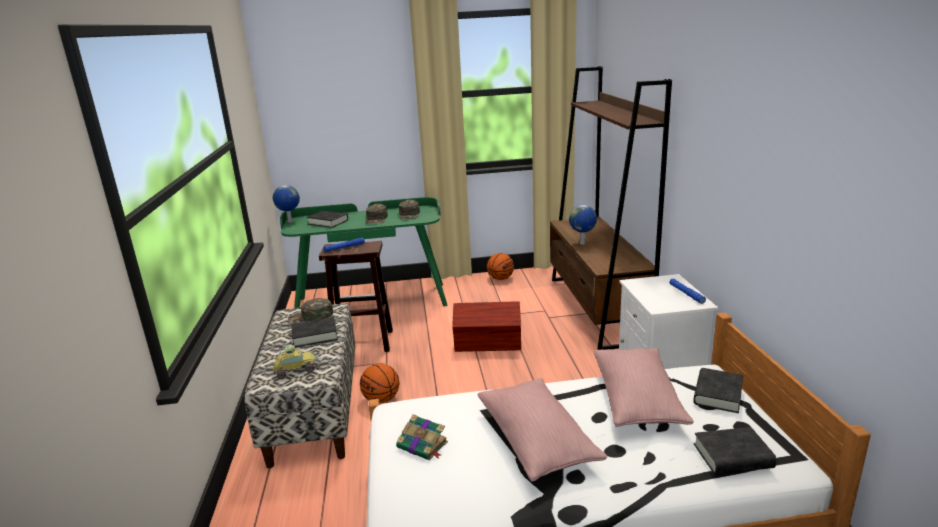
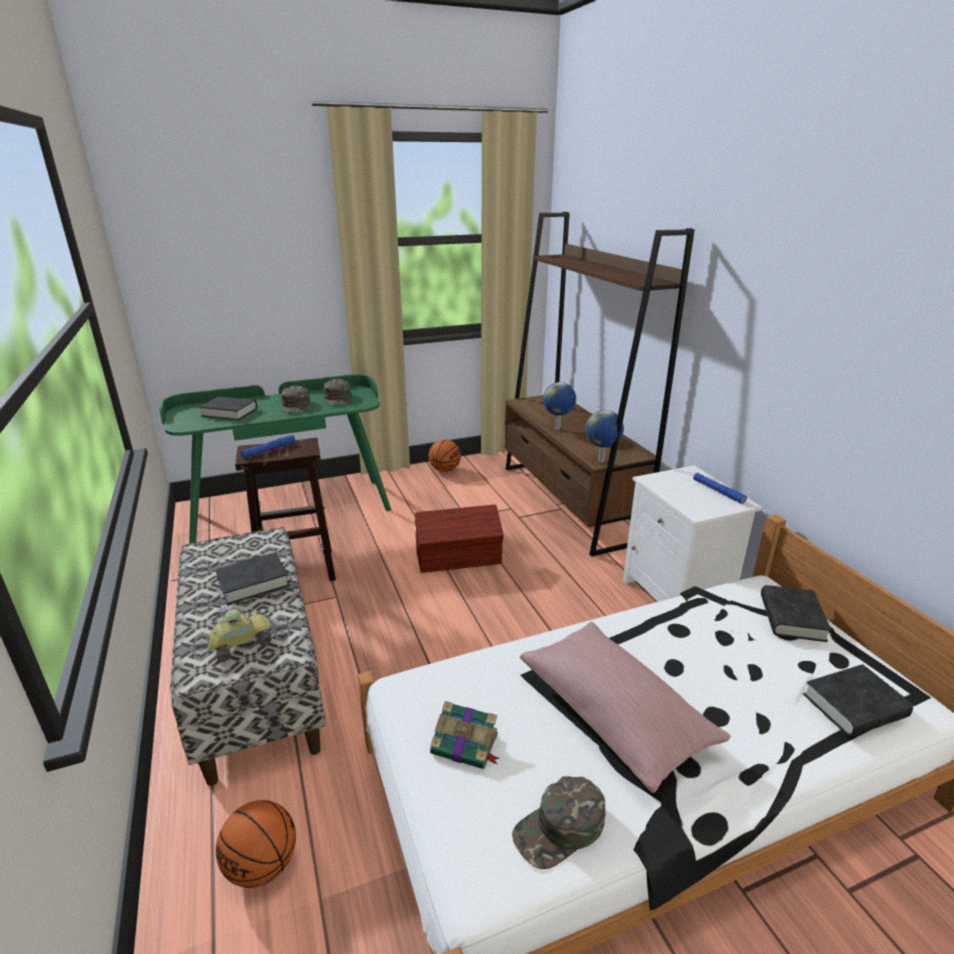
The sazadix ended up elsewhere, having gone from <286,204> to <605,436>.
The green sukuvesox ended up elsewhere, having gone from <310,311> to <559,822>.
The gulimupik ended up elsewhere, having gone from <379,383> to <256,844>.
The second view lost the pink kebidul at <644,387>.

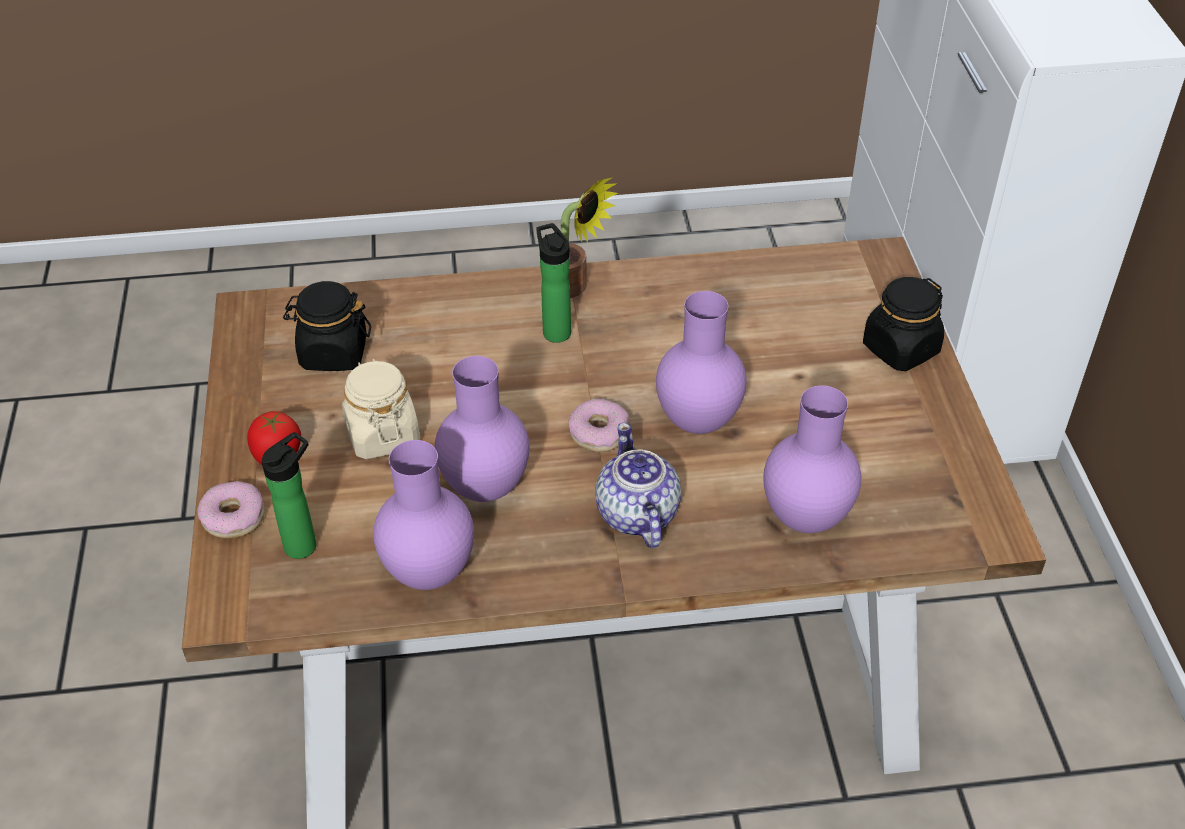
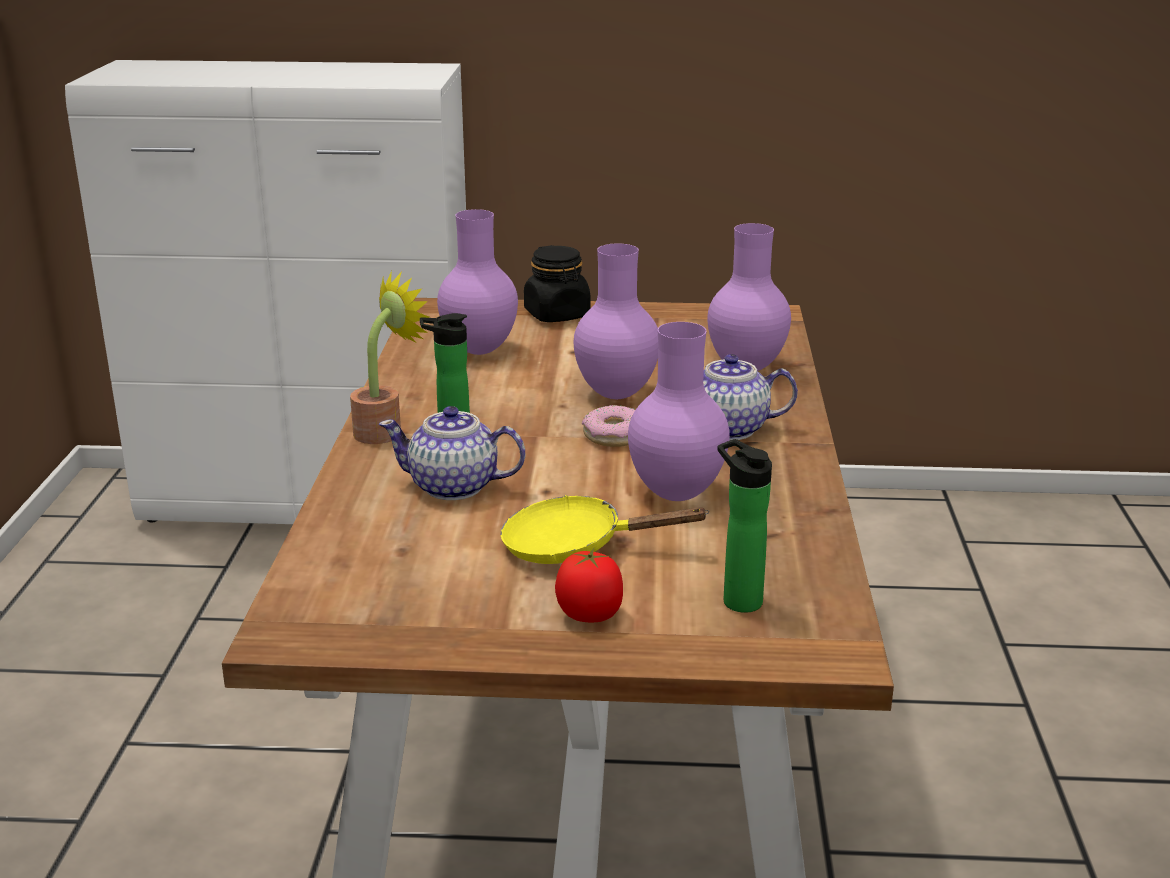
The second view lost the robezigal at <231,509>.
The second view lost the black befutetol at <327,326>.
Where the beige befutetol stood at <381,409>, the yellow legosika came to stand at <604,529>.
The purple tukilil ended up elsewhere, having gone from <423,515> to <477,282>.
The second view gained the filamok at <452,453>.

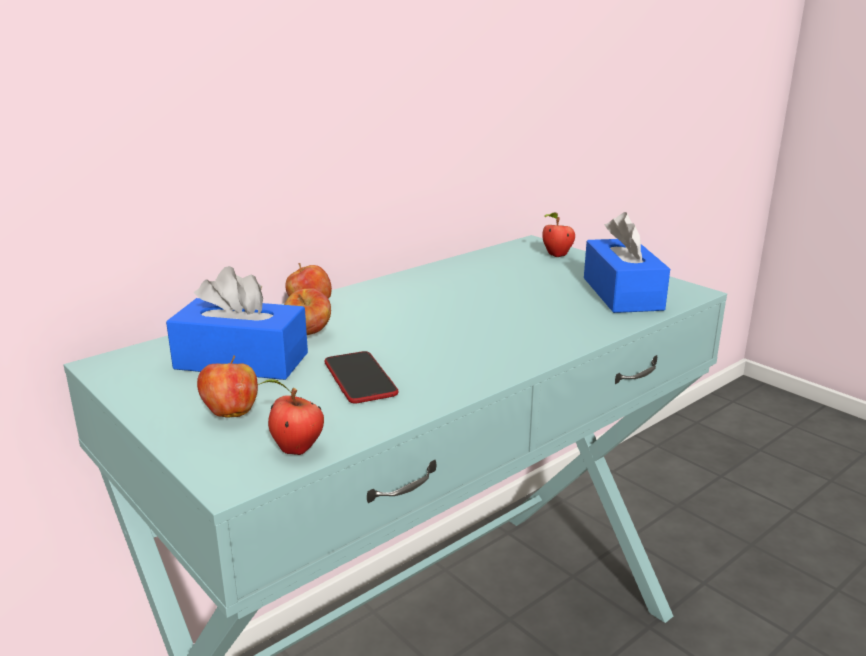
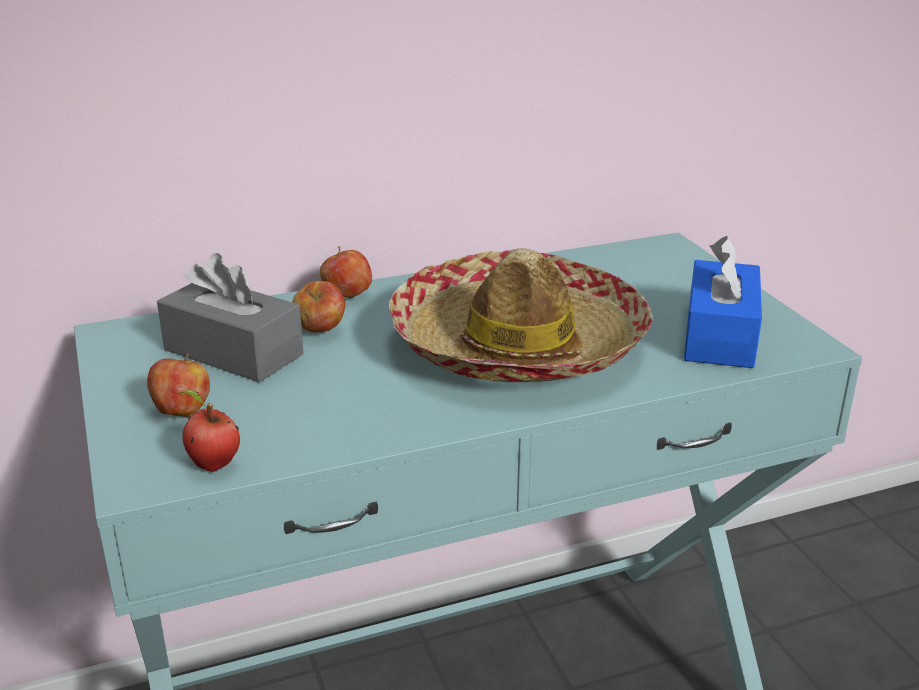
What was the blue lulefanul at <237,323> turned into the grey lulefanul at <230,318>.
The second view lost the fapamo at <361,377>.
The second view lost the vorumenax at <558,234>.
The second view gained the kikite at <521,315>.

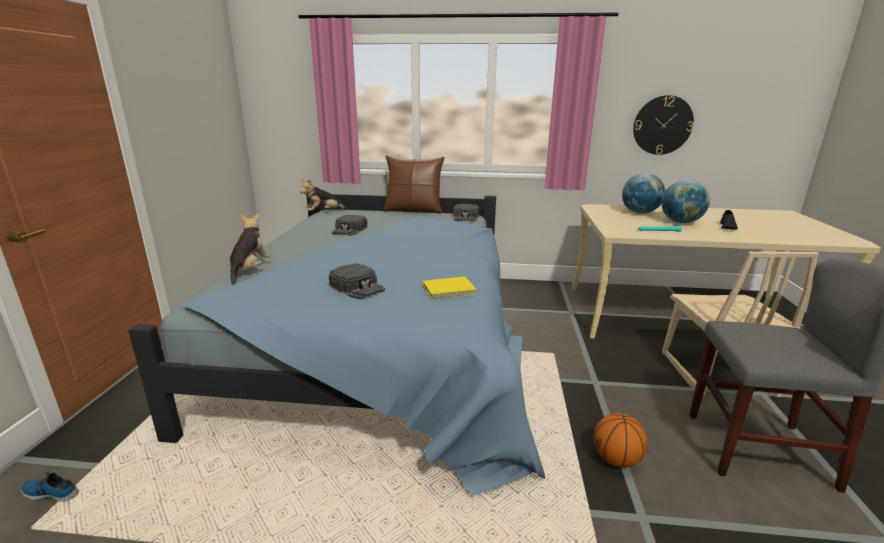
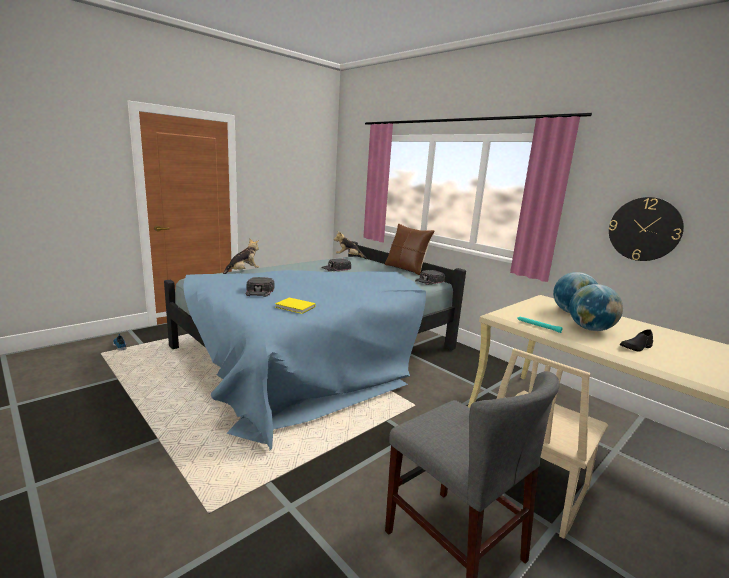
The second view lost the gulimupik at <621,440>.

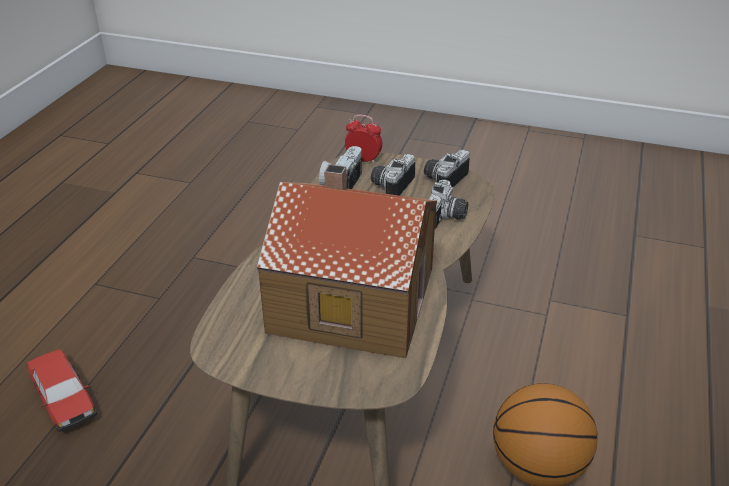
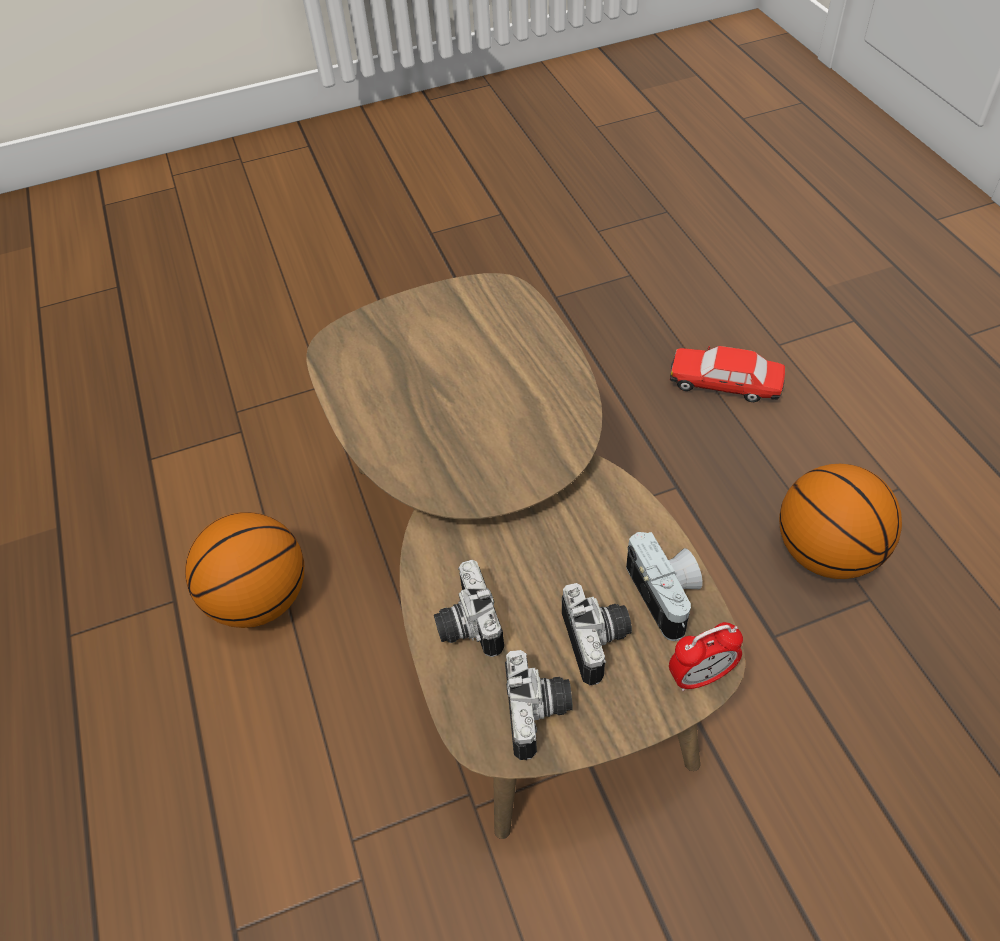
The second view lost the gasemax at <346,261>.
The second view gained the gulimupik at <840,521>.

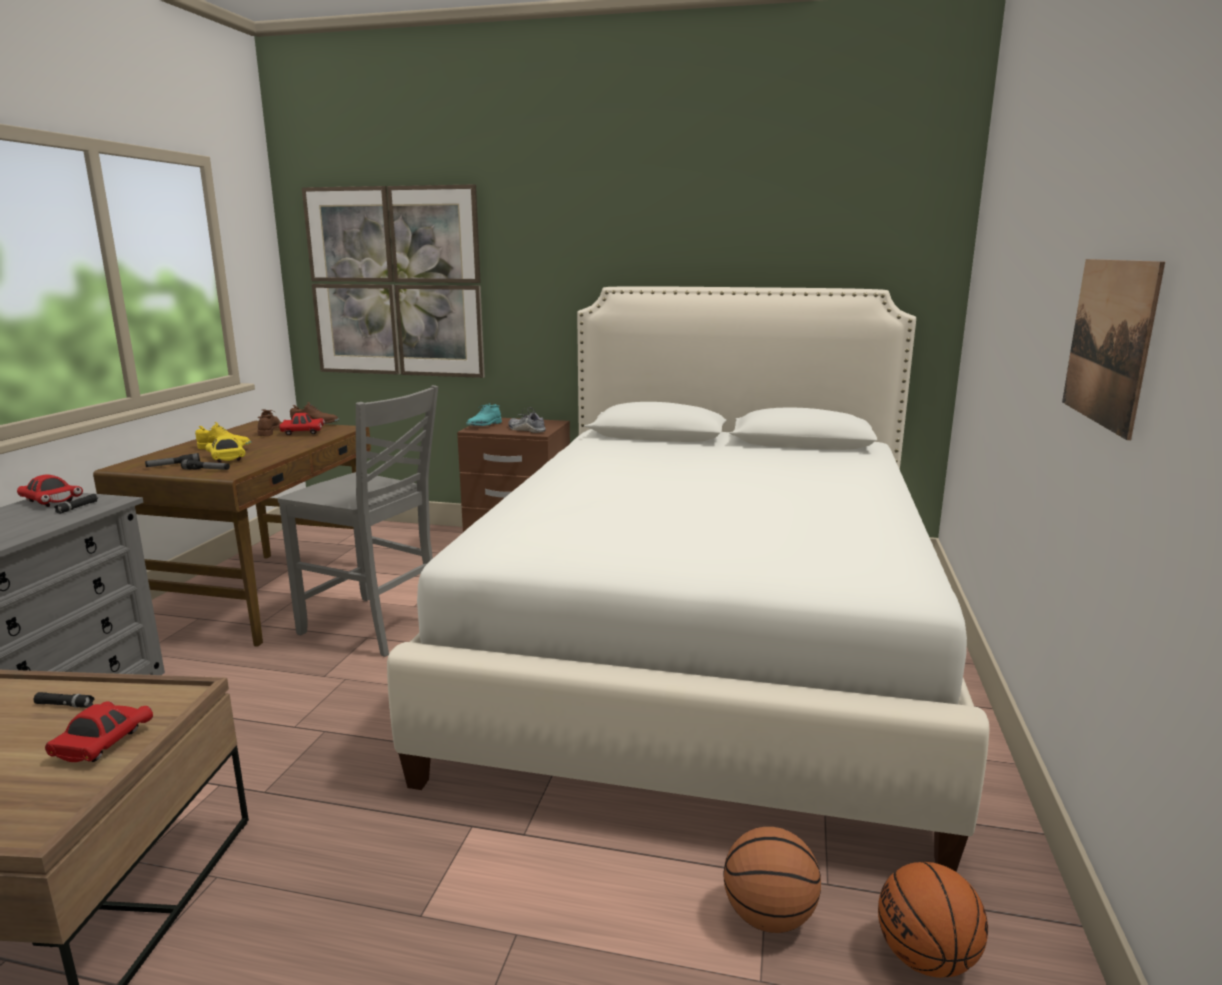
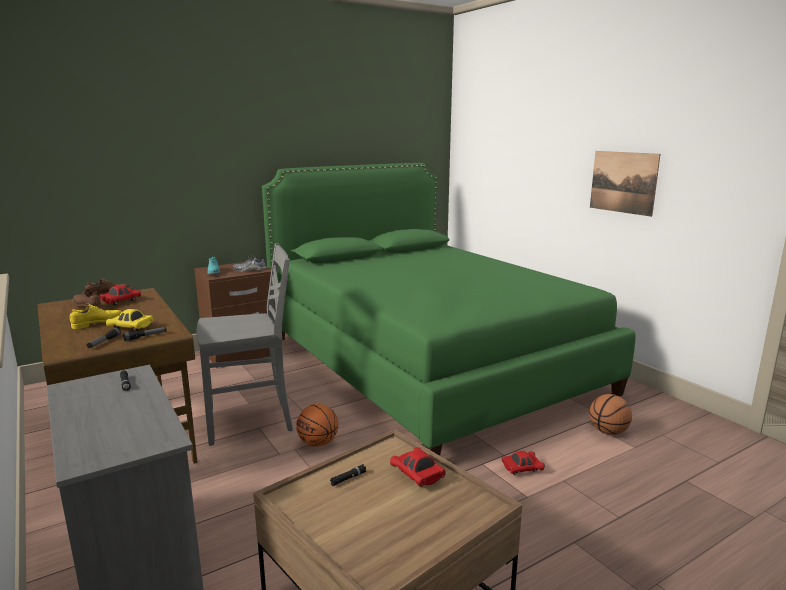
The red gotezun ended up elsewhere, having gone from <50,490> to <523,463>.
The second view lost the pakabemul at <393,281>.
What was the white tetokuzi at <688,579> turned into the green tetokuzi at <448,309>.
The gulimupik ended up elsewhere, having gone from <933,920> to <317,425>.

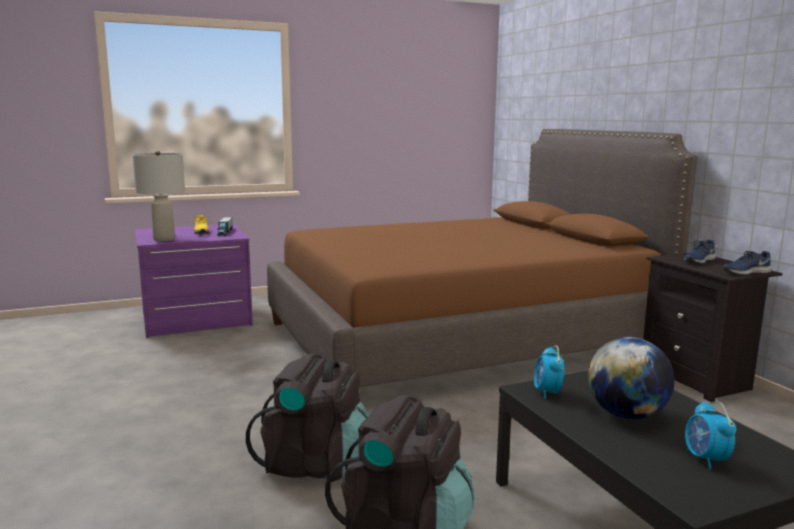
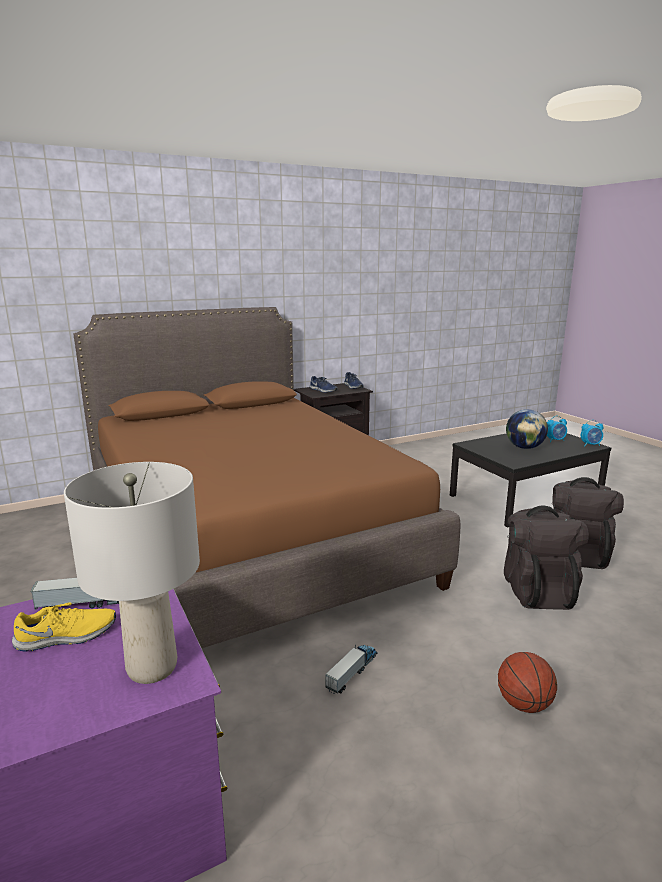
The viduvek ended up elsewhere, having gone from <549,372> to <592,433>.
The second view gained the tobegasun at <351,669>.
The second view gained the gulimupik at <527,682>.

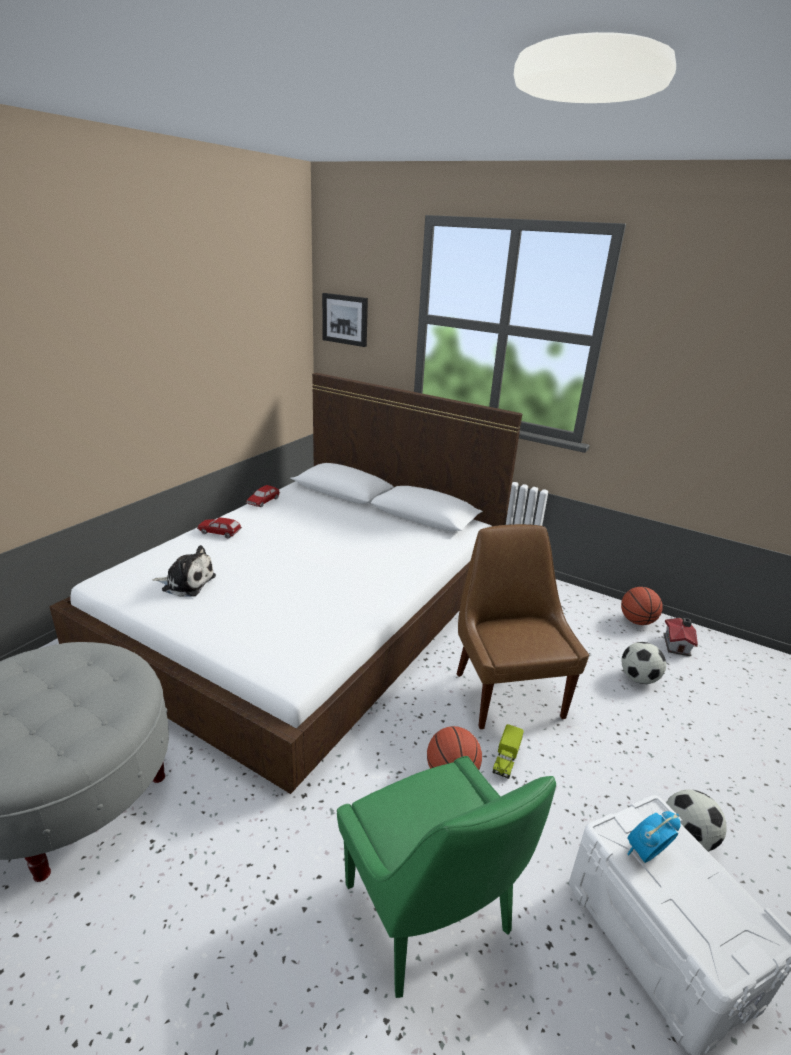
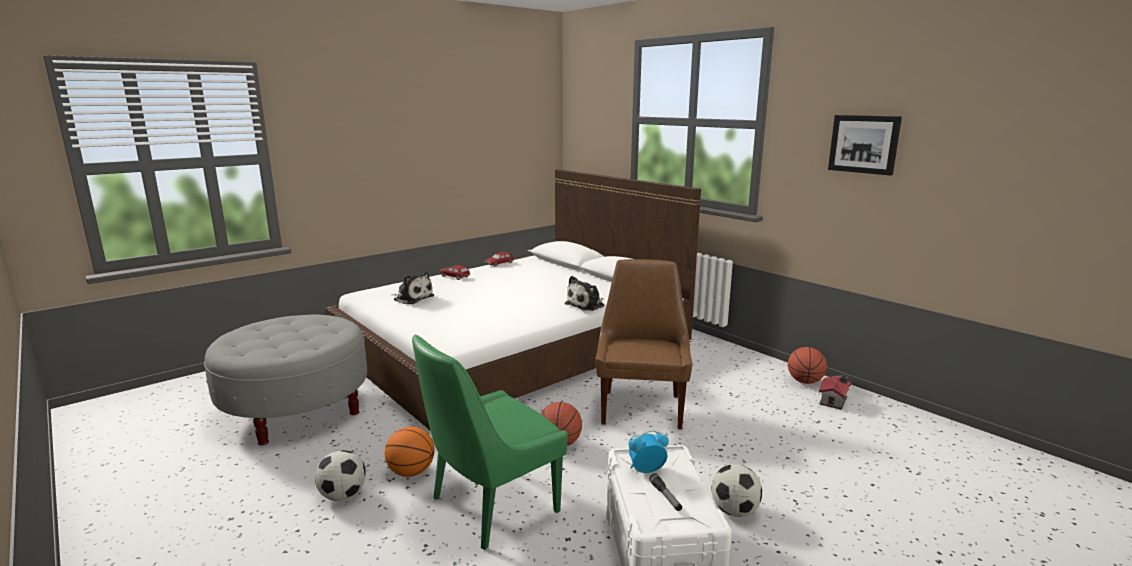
The pakabemul ended up elsewhere, having gone from <345,320> to <865,145>.
The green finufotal at <446,877> ended up facing another way, 60 degrees clockwise from before.
The second view lost the tobegasun at <508,751>.
The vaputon ended up elsewhere, having gone from <644,663> to <340,475>.
The second view gained the gulimupik at <410,452>.
The second view gained the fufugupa at <584,293>.
The second view gained the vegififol at <665,492>.

